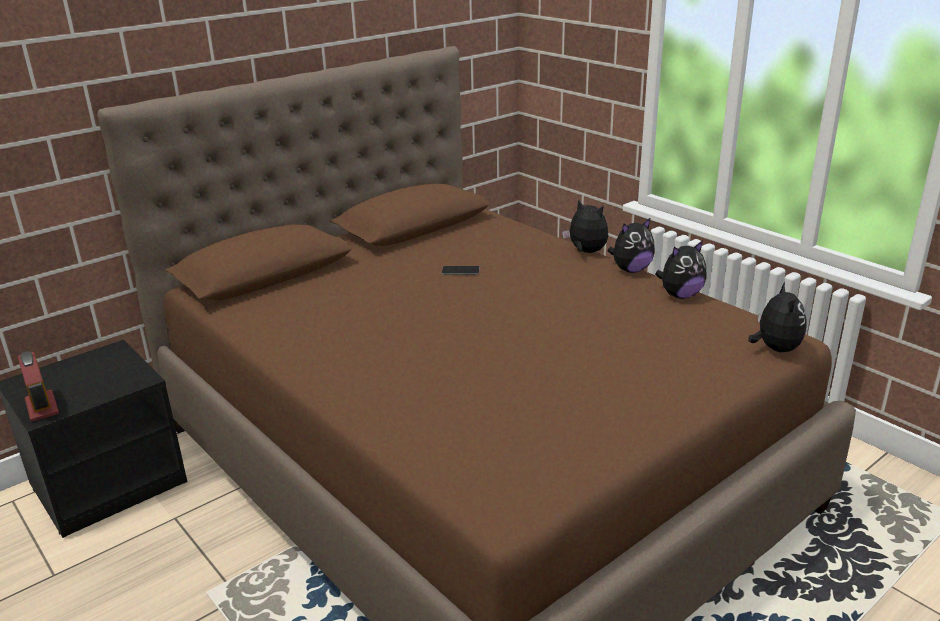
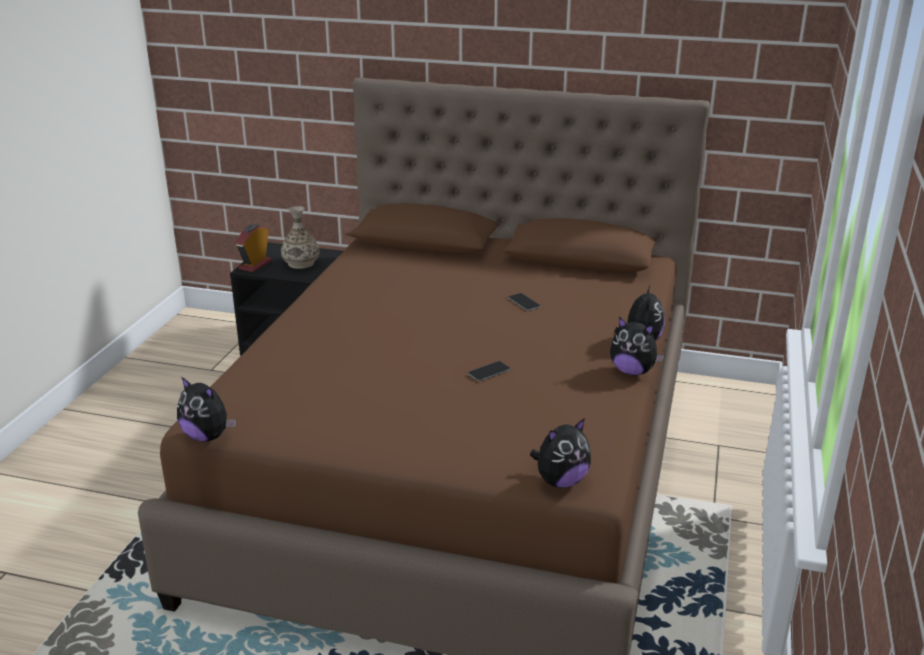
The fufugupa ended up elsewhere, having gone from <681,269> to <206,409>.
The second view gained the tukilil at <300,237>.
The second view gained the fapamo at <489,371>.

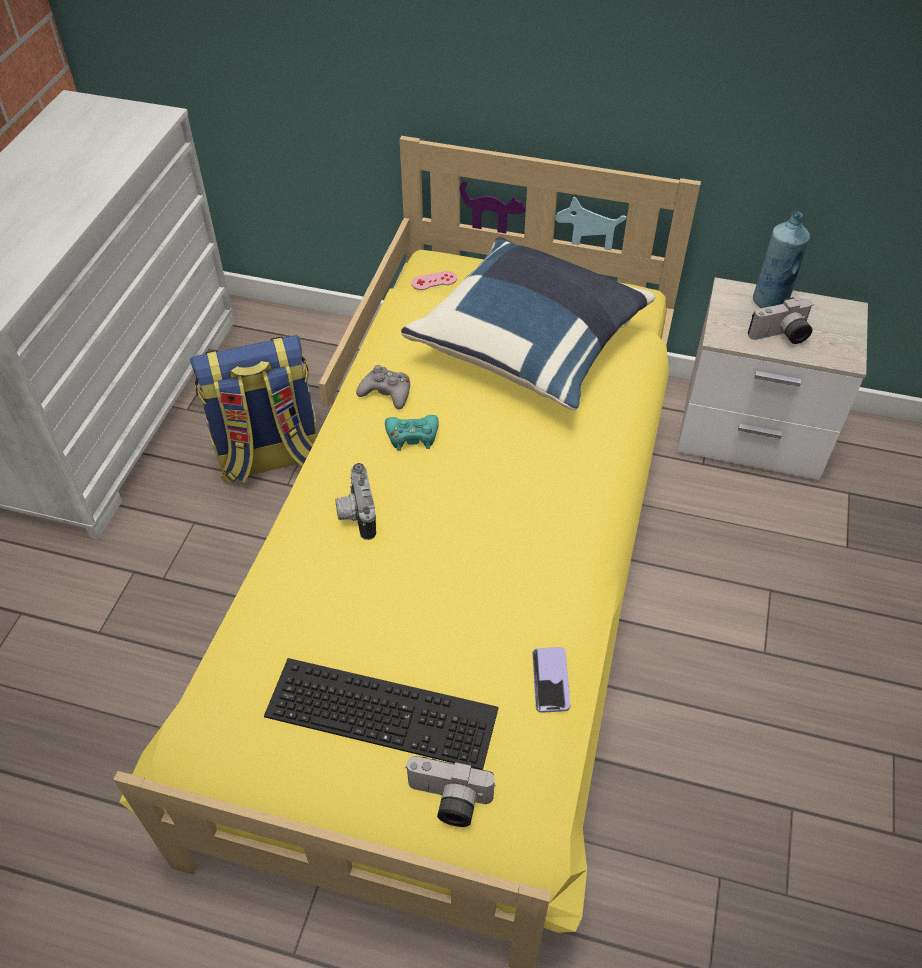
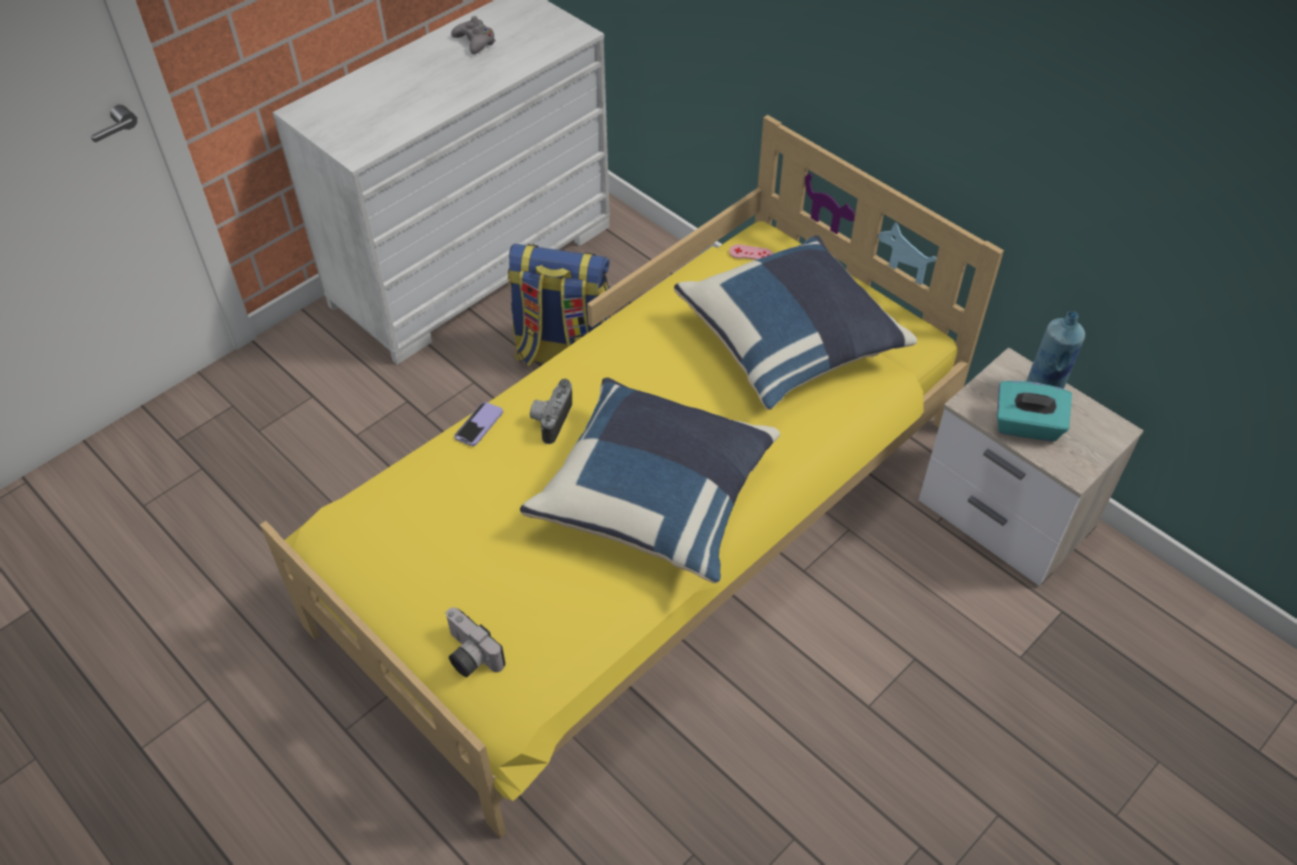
The second view lost the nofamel at <381,714>.
The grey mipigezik ended up elsewhere, having gone from <383,387> to <473,35>.
The second view lost the turquoise mipigezik at <412,433>.
The fapamo ended up elsewhere, having gone from <551,680> to <478,424>.
Where the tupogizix stood at <781,320>, the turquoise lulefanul came to stand at <1034,411>.
The second view gained the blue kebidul at <650,480>.

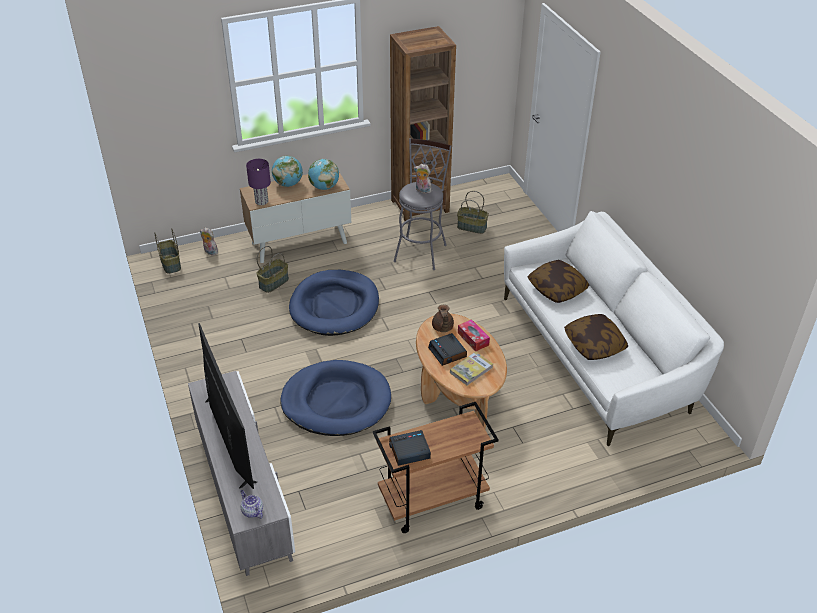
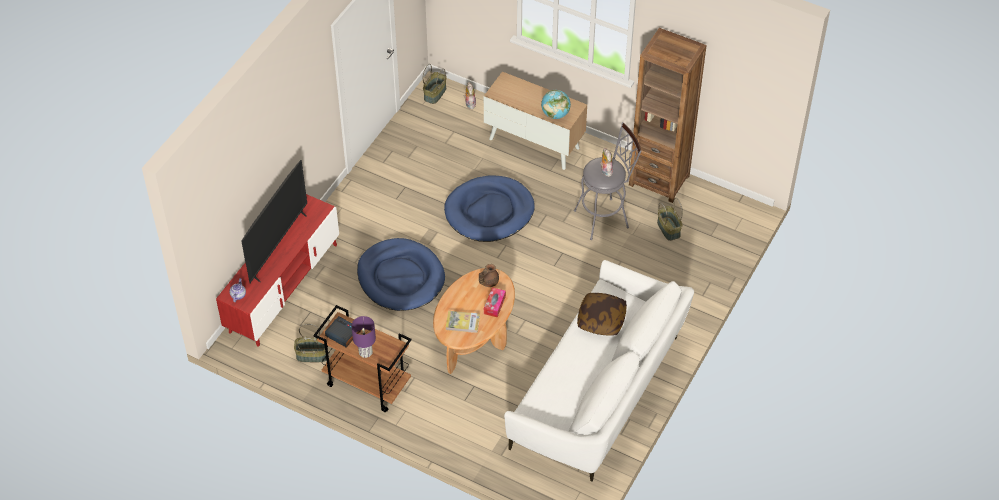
What was the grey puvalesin at <241,473> turned into the red puvalesin at <277,270>.
The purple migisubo ended up elsewhere, having gone from <258,182> to <363,337>.
The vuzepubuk ended up elsewhere, having gone from <272,269> to <310,343>.
The second view lost the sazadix at <287,171>.
The second view lost the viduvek at <447,349>.
The second view lost the kebidul at <596,337>.

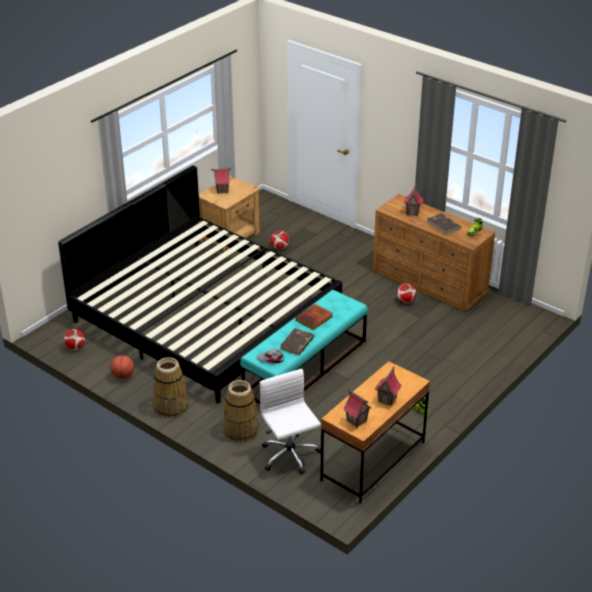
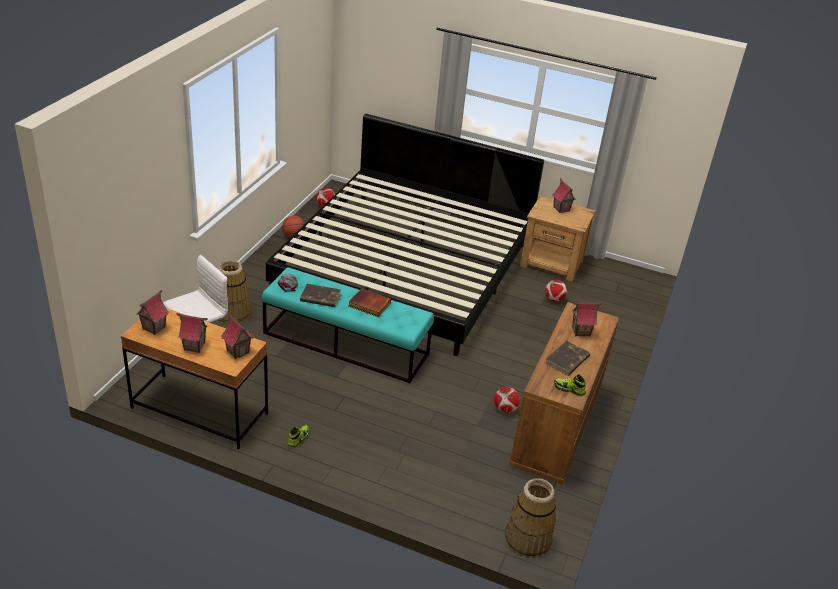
The vuzepubuk ended up elsewhere, having gone from <171,387> to <530,518>.
The second view gained the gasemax at <237,336>.

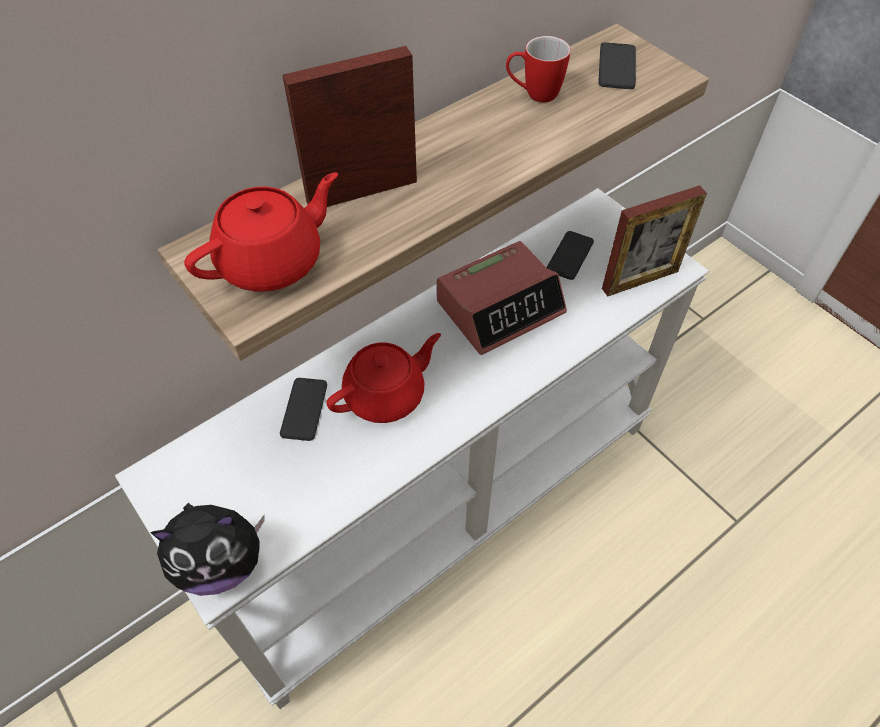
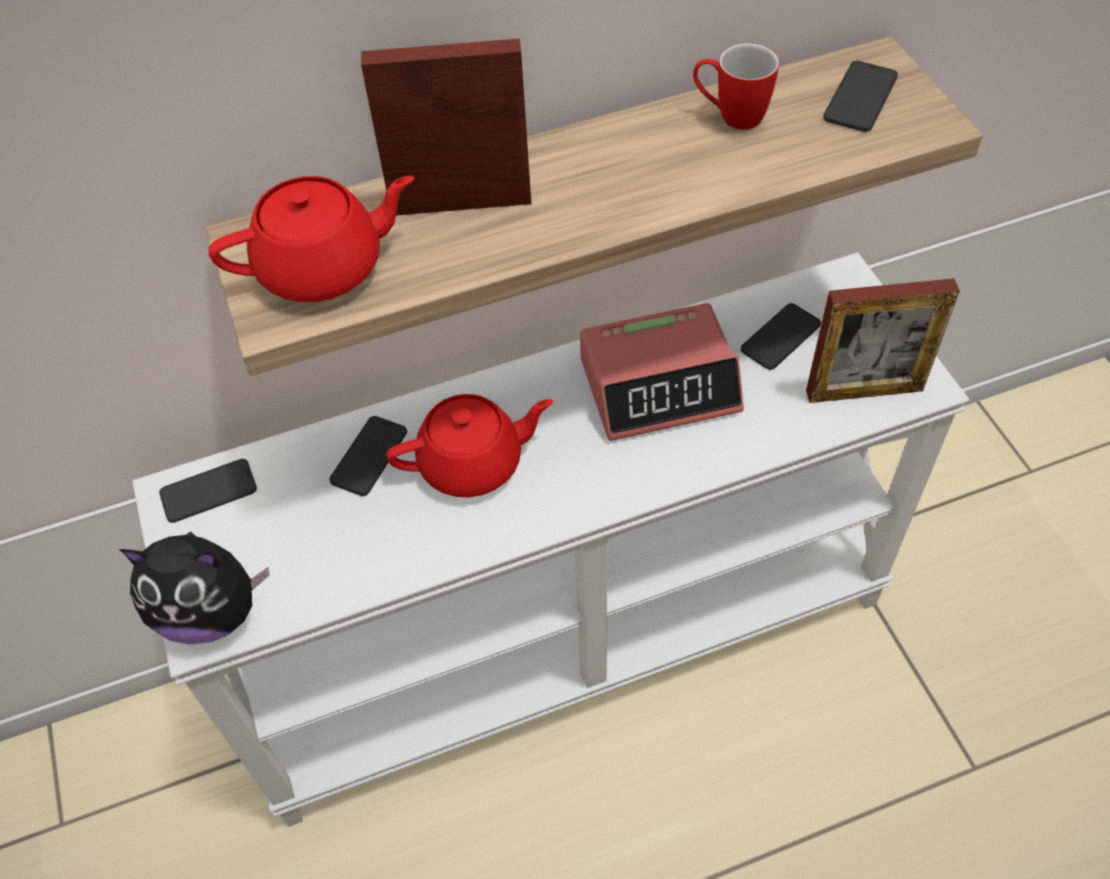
The second view gained the fapamo at <208,491>.

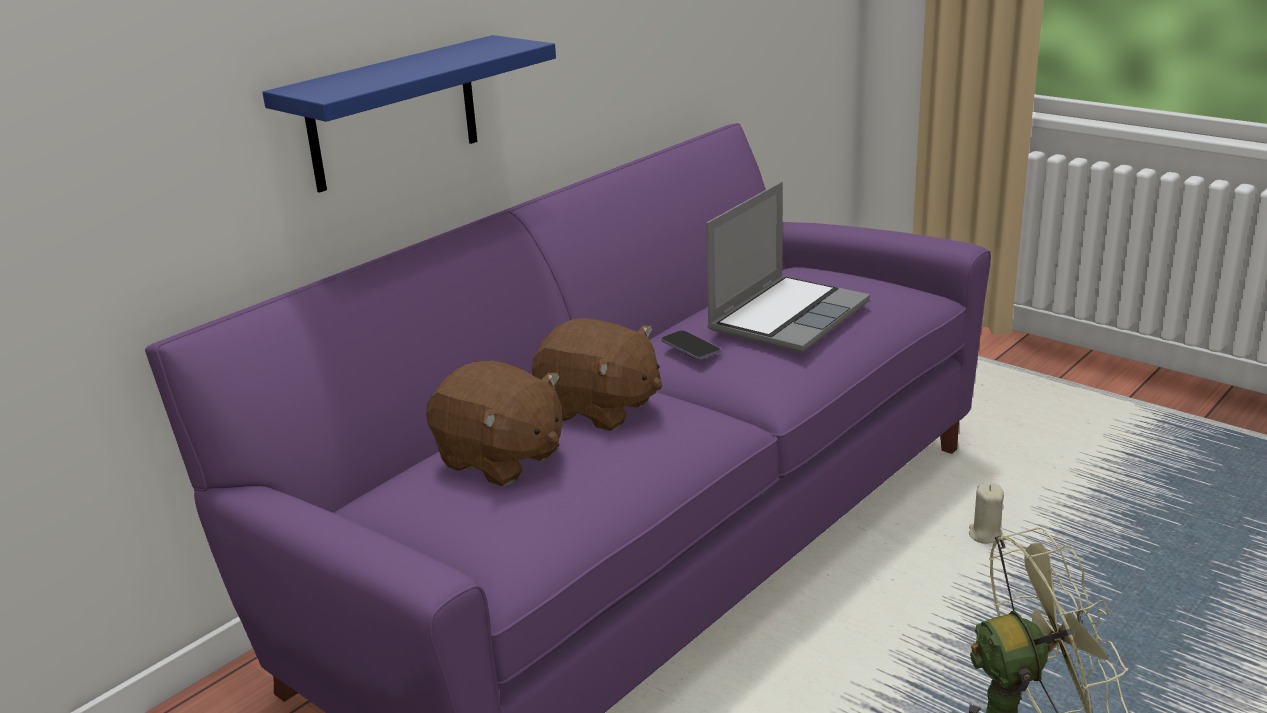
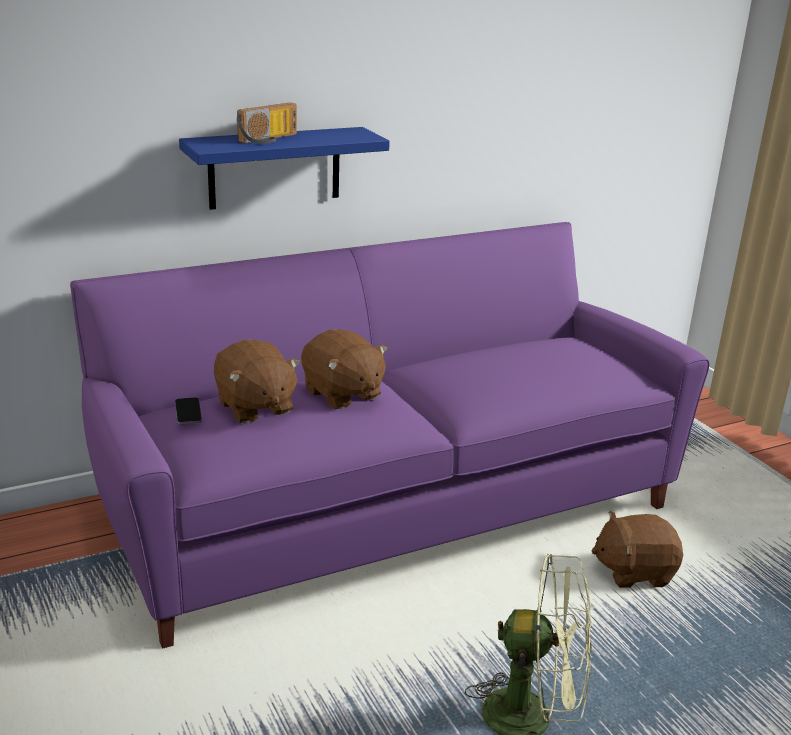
The fapamo ended up elsewhere, having gone from <690,345> to <188,411>.
The second view lost the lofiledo at <788,267>.
Where the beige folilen stood at <986,513>, the brown fufugupa came to stand at <637,549>.
The second view gained the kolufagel at <267,123>.

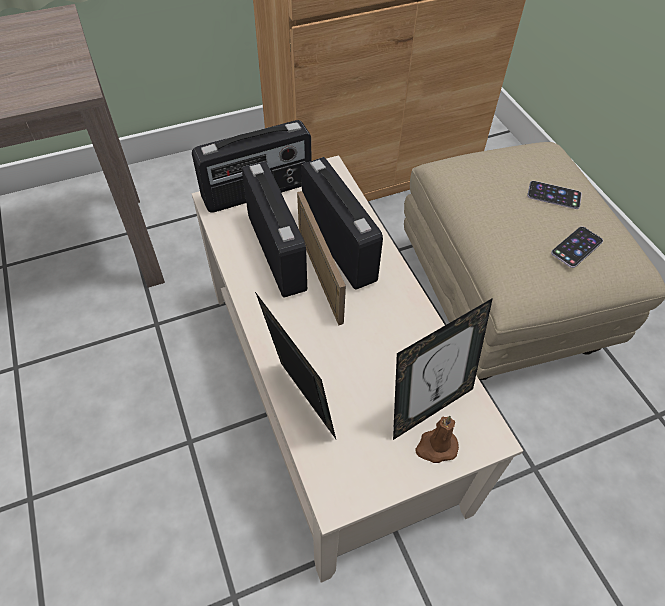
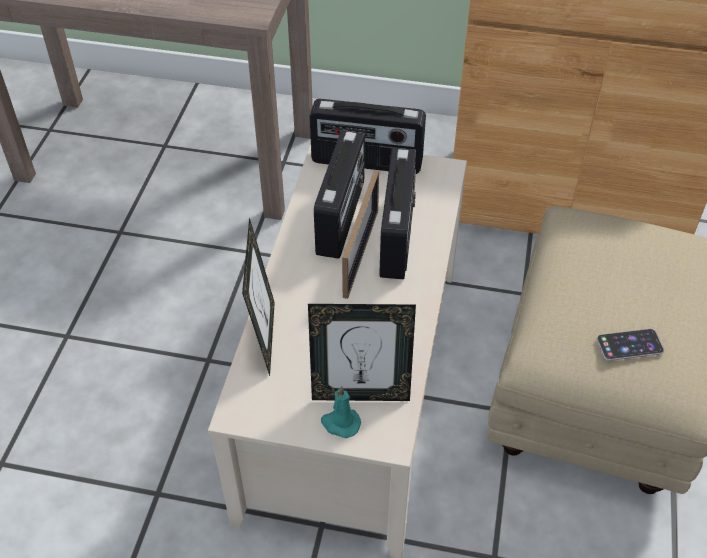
What was the brown folilen at <437,439> turned into the turquoise folilen at <341,412>.
The second view lost the fapamo at <554,195>.

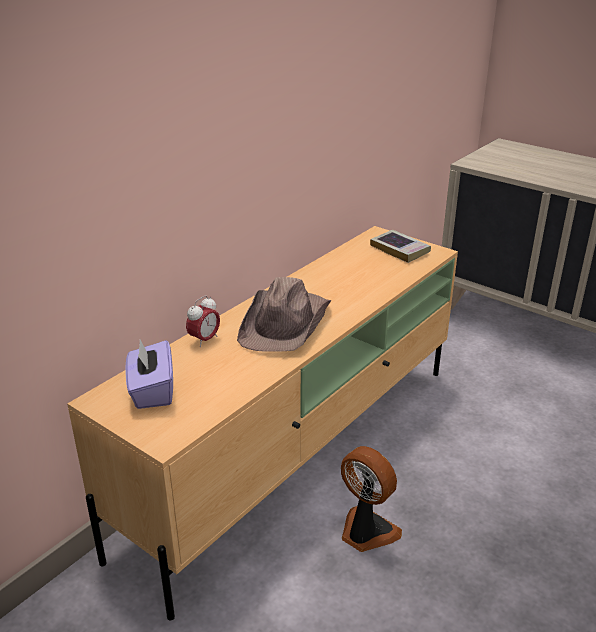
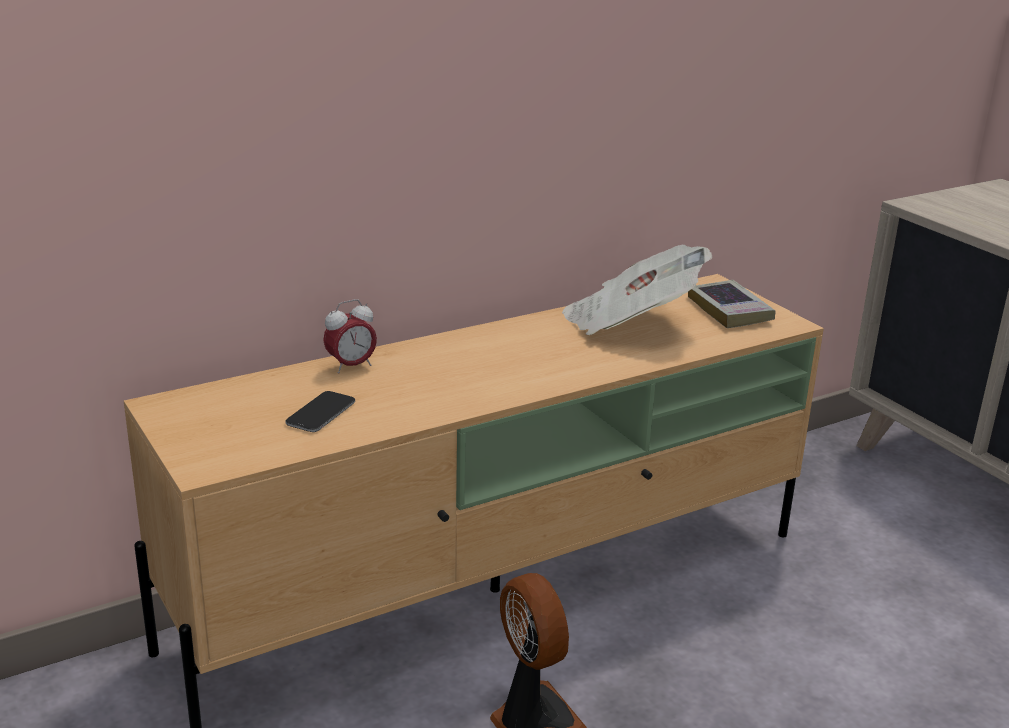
The second view lost the purple lulefanul at <149,374>.
The second view lost the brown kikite at <284,314>.
The second view gained the fapamo at <320,411>.
The second view gained the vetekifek at <637,289>.

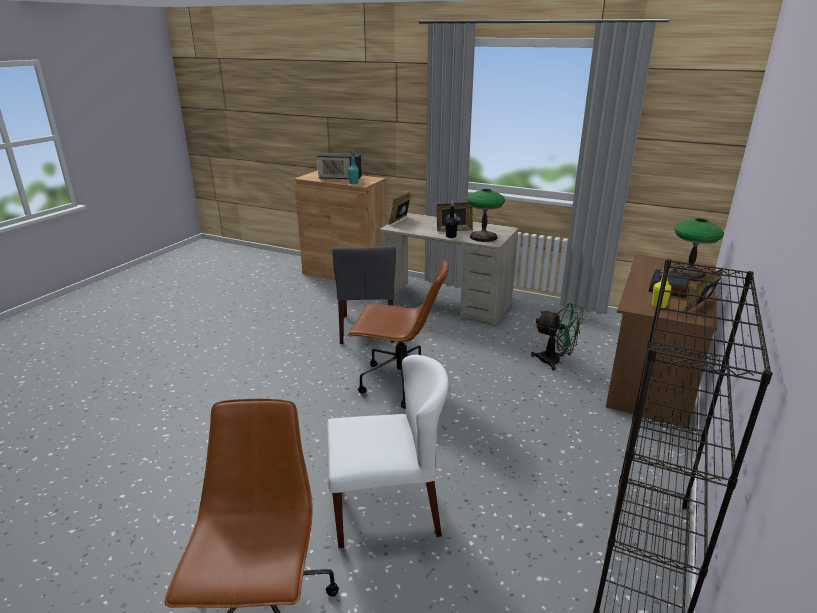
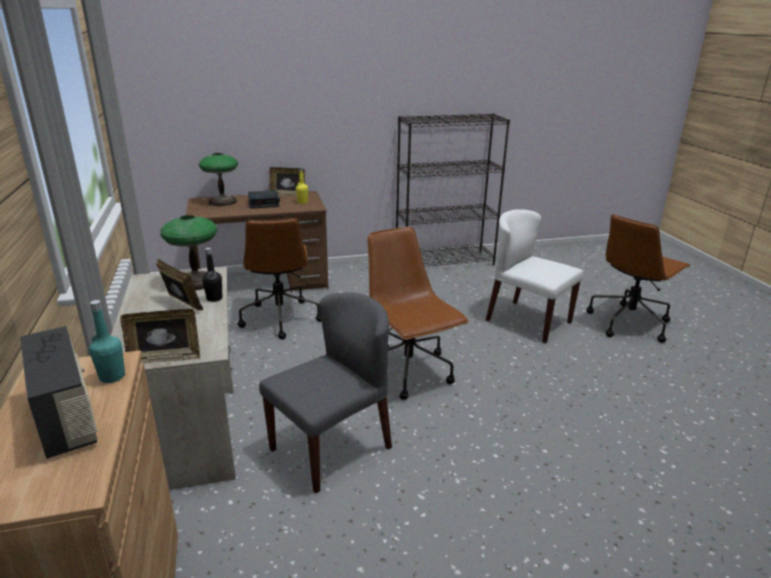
Where the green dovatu stood at <557,337>, the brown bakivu came to stand at <280,279>.

